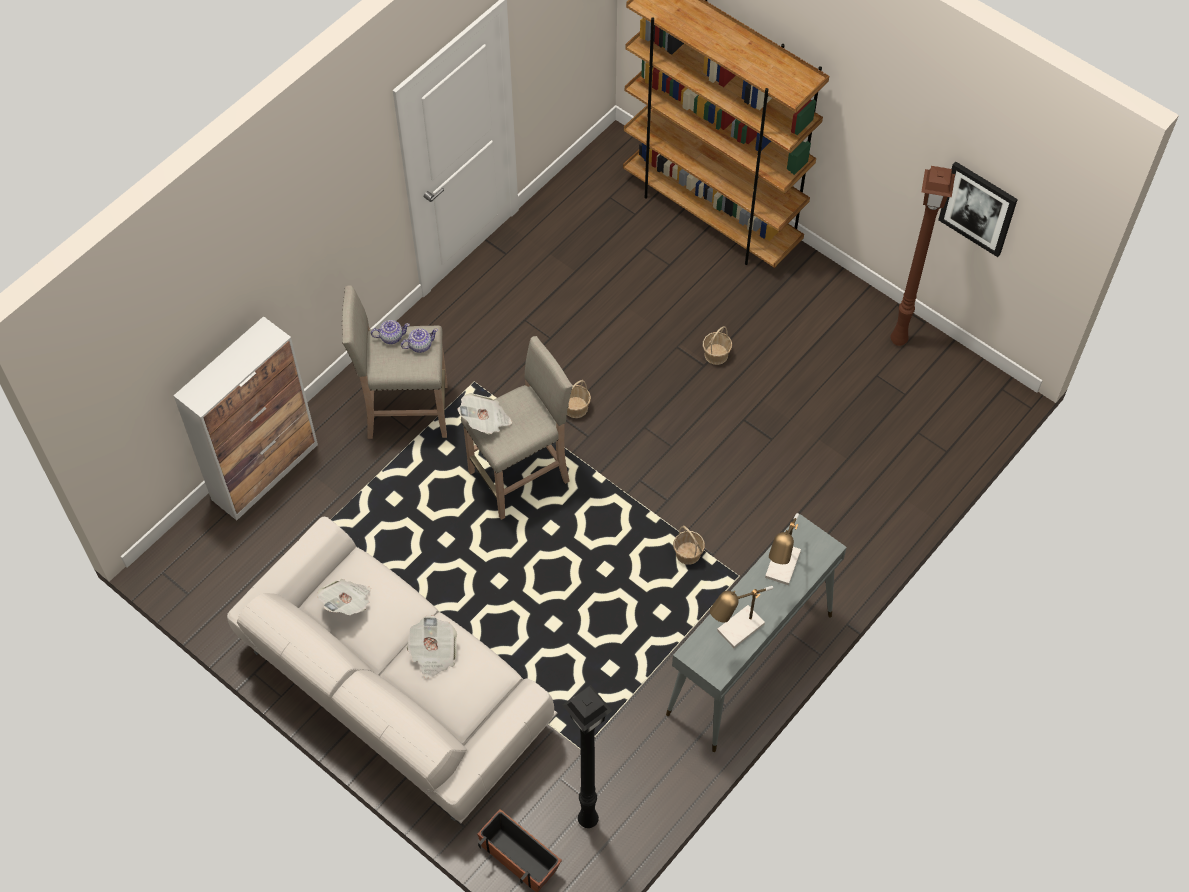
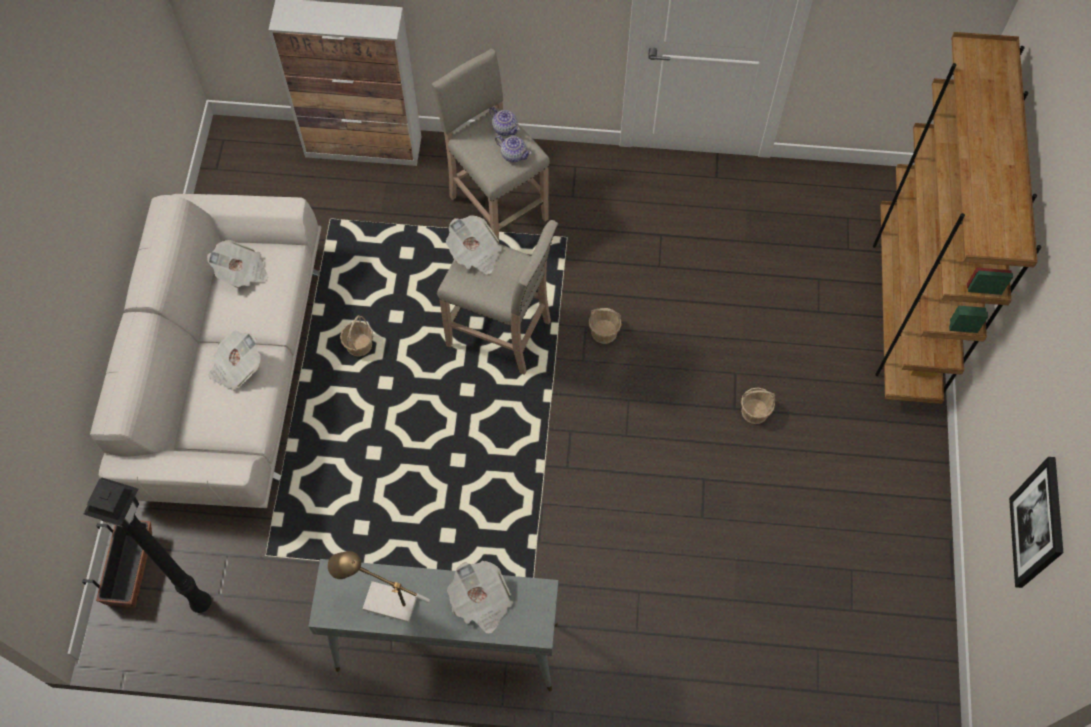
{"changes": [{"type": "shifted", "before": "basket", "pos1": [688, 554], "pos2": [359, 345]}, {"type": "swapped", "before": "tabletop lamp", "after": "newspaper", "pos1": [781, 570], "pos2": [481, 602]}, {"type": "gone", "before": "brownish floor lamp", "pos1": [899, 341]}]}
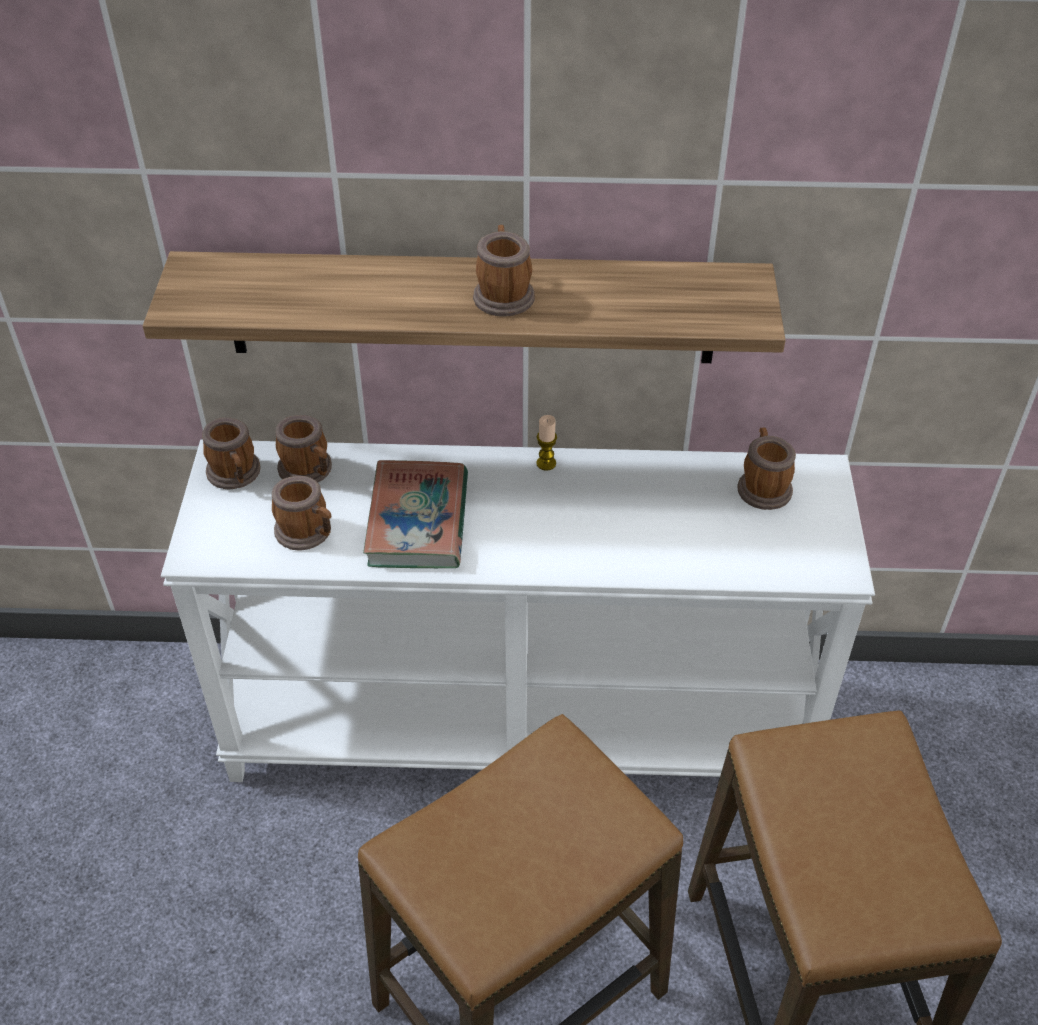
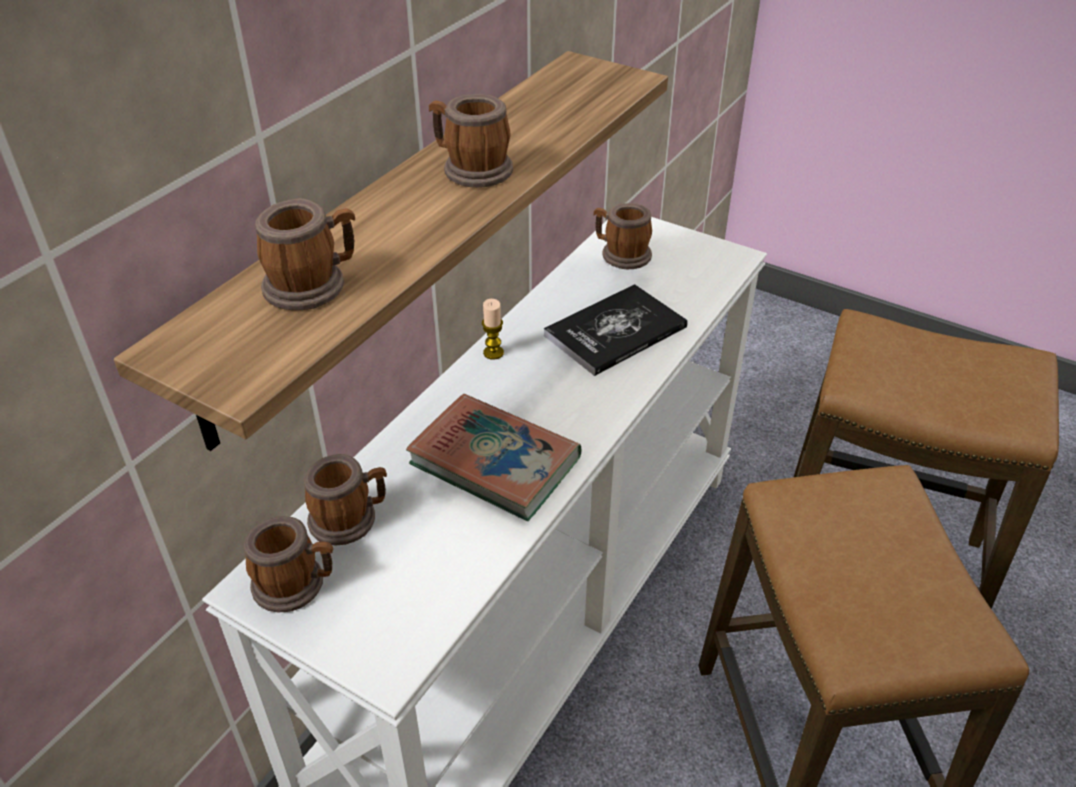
{"changes": [{"type": "shifted", "before": "coffee mug", "pos1": [308, 533], "pos2": [313, 284]}, {"type": "new", "after": "book", "pos2": [615, 331]}]}
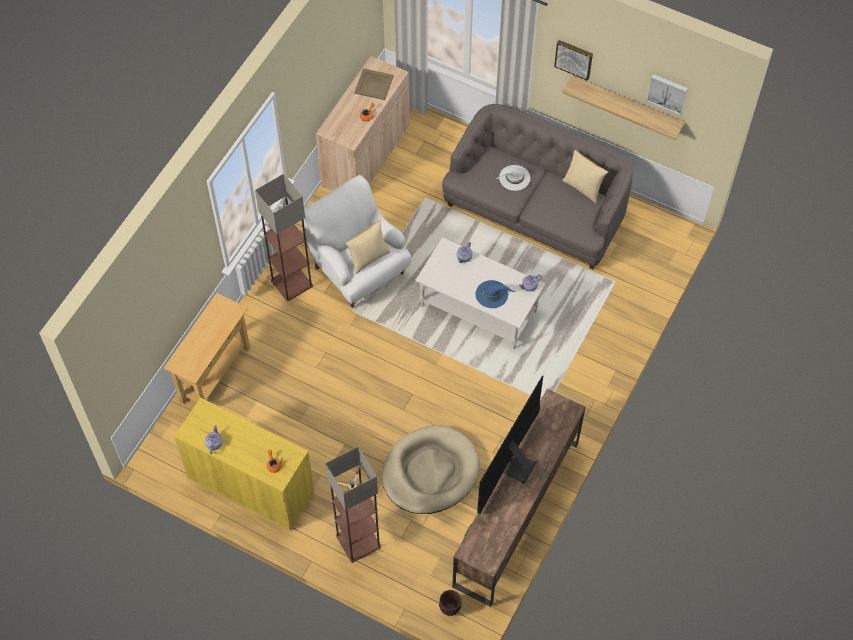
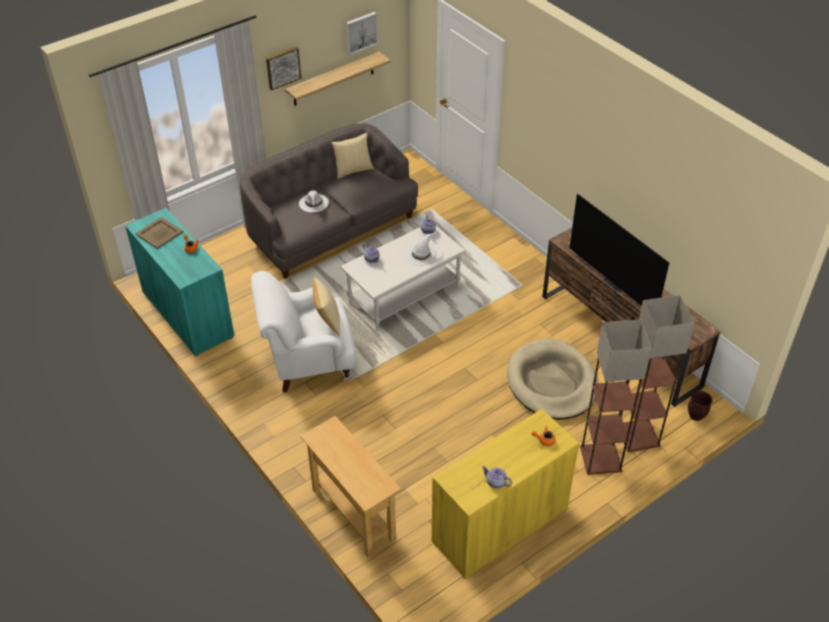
{"changes": [{"type": "shifted", "before": "floor lamp", "pos1": [292, 282], "pos2": [637, 435]}, {"type": "repainted", "before": "beige-coloured cupboard", "after": "turquoise-coloured cupboard", "pos1": [366, 156], "pos2": [188, 314]}, {"type": "repainted", "before": "bluish hat", "after": "white-coloured hat", "pos1": [492, 294], "pos2": [421, 254]}]}
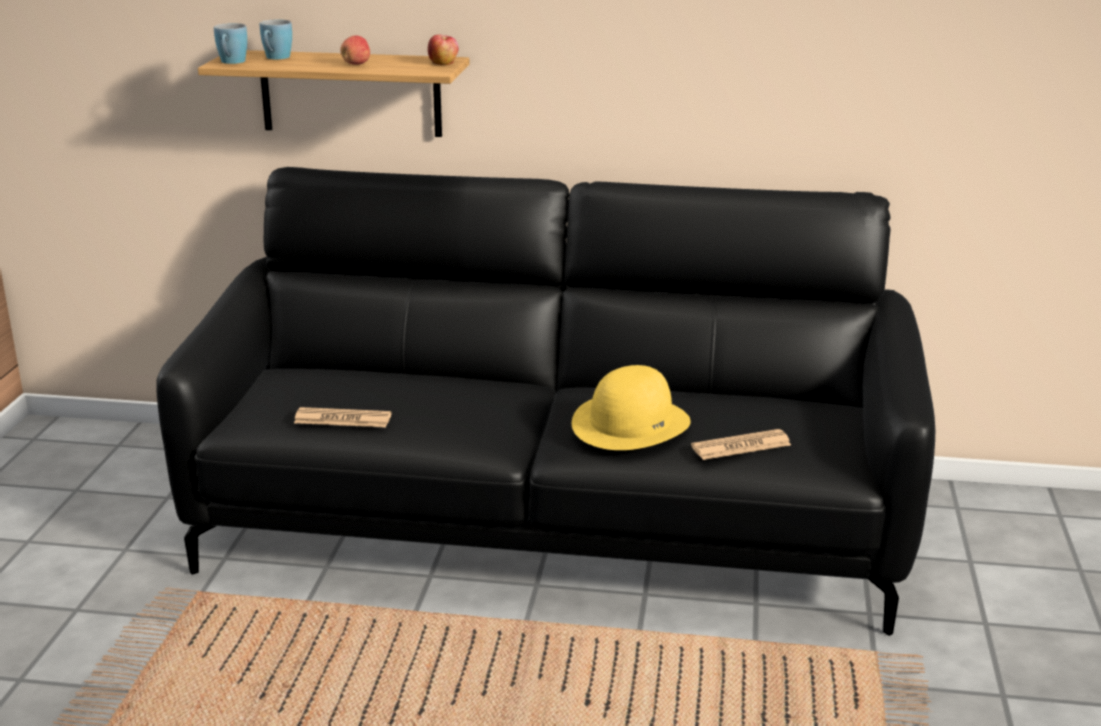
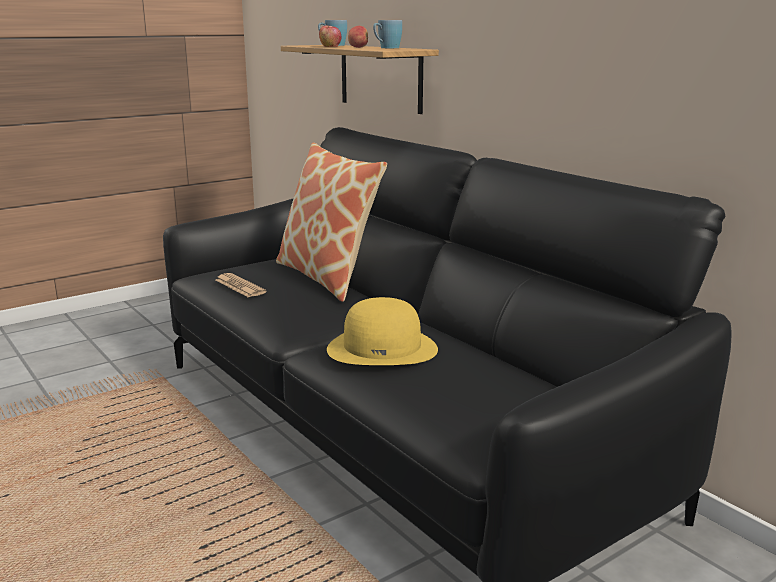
{"changes": [{"type": "shifted", "before": "bluish coffee mug", "pos1": [232, 62], "pos2": [386, 48]}, {"type": "shifted", "before": "whole apple", "pos1": [443, 63], "pos2": [330, 46]}, {"type": "gone", "before": "newspaper", "pos1": [741, 446]}, {"type": "new", "after": "pillow", "pos2": [328, 277]}]}
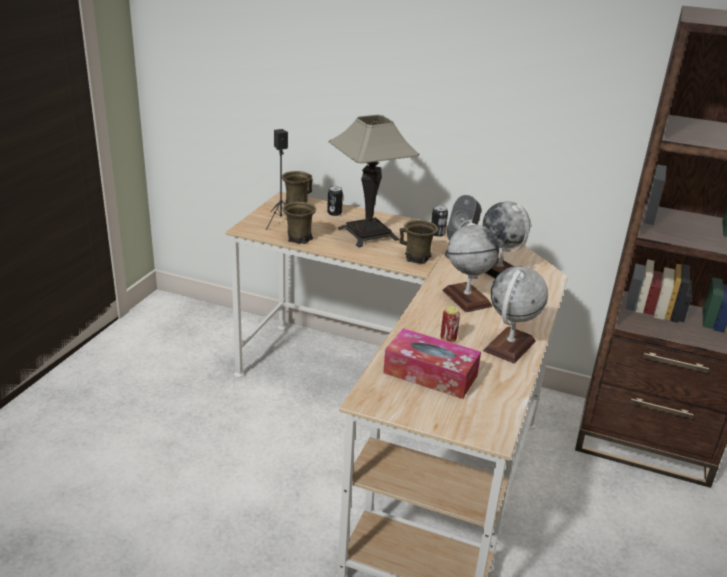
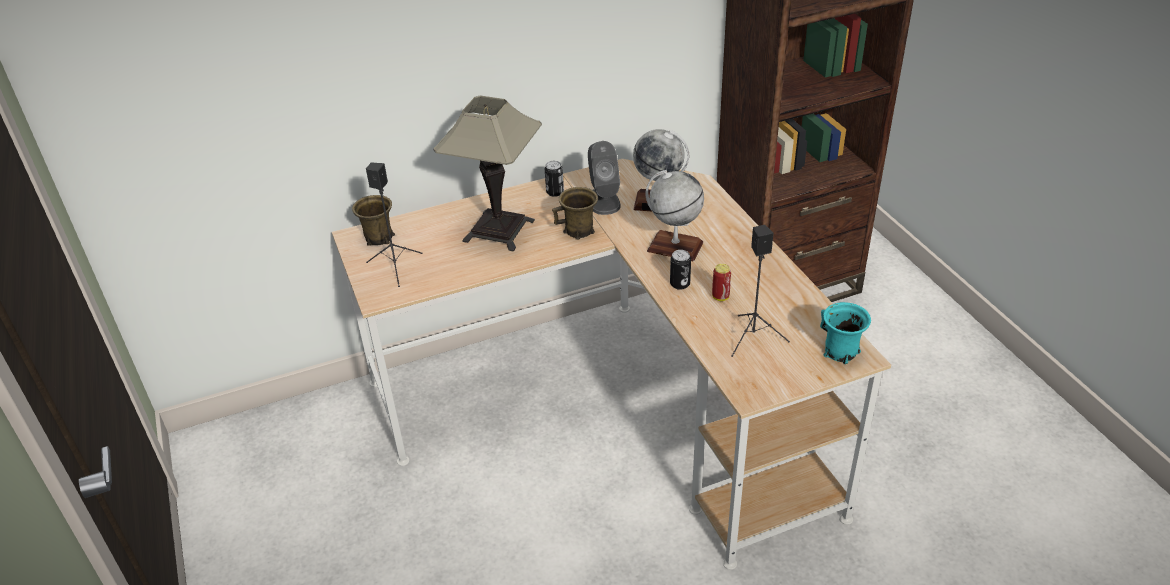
{"changes": [{"type": "gone", "before": "brownish coffee mug", "pos1": [298, 238]}, {"type": "shifted", "before": "metal can", "pos1": [334, 213], "pos2": [680, 284]}, {"type": "swapped", "before": "tissue holder", "after": "blackish speaker", "pos1": [430, 374], "pos2": [754, 337]}, {"type": "gone", "before": "world globe", "pos1": [509, 346]}, {"type": "new", "after": "turquoise-coloured coffee mug", "pos2": [840, 352]}]}
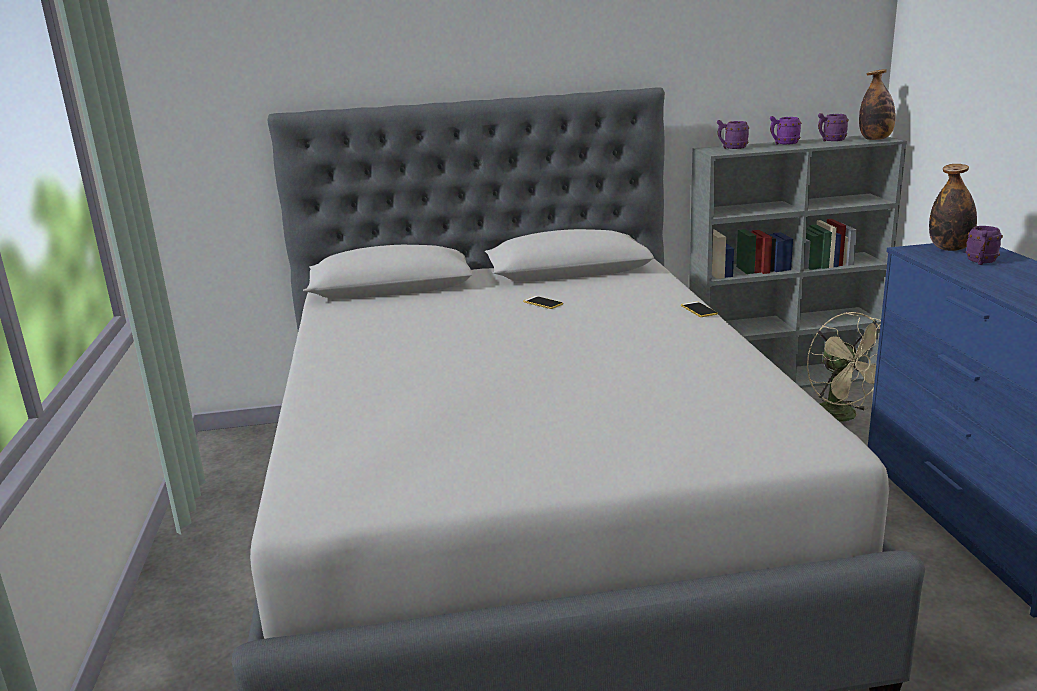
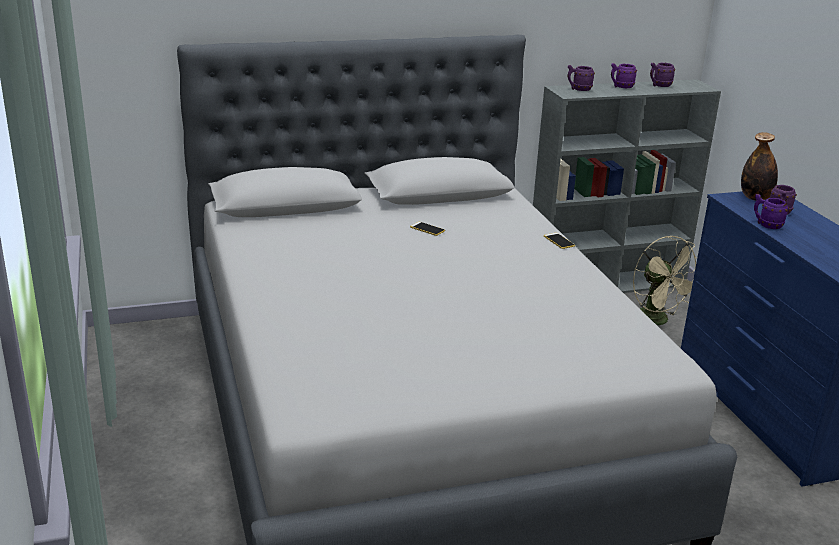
{"changes": [{"type": "gone", "before": "drink bottle", "pos1": [875, 139]}, {"type": "new", "after": "purple coffee mug", "pos2": [766, 225]}]}
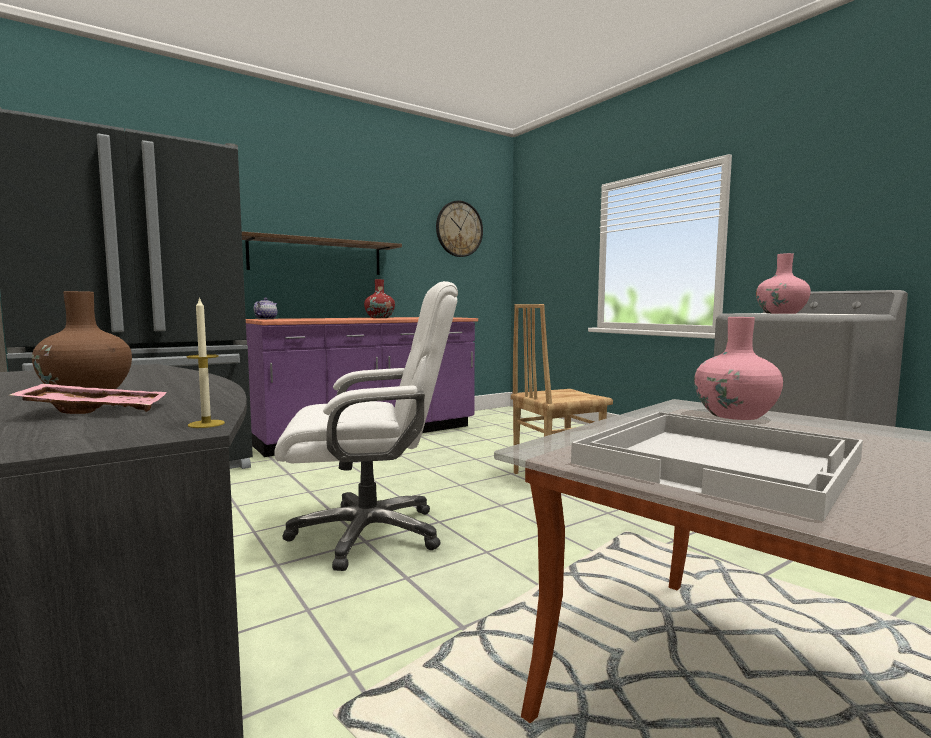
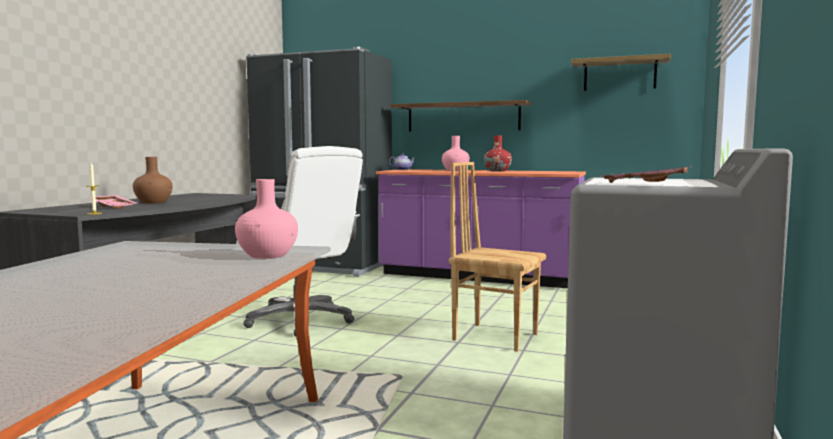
{"changes": [{"type": "swapped", "before": "clock on the wall", "after": "bracket shelf", "pos1": [459, 229], "pos2": [619, 74]}, {"type": "gone", "before": "white-coloured serving tray", "pos1": [720, 461]}, {"type": "shifted", "before": "pinkish vase", "pos1": [781, 313], "pos2": [455, 171]}, {"type": "new", "after": "pinkish serving tray", "pos2": [645, 184]}]}
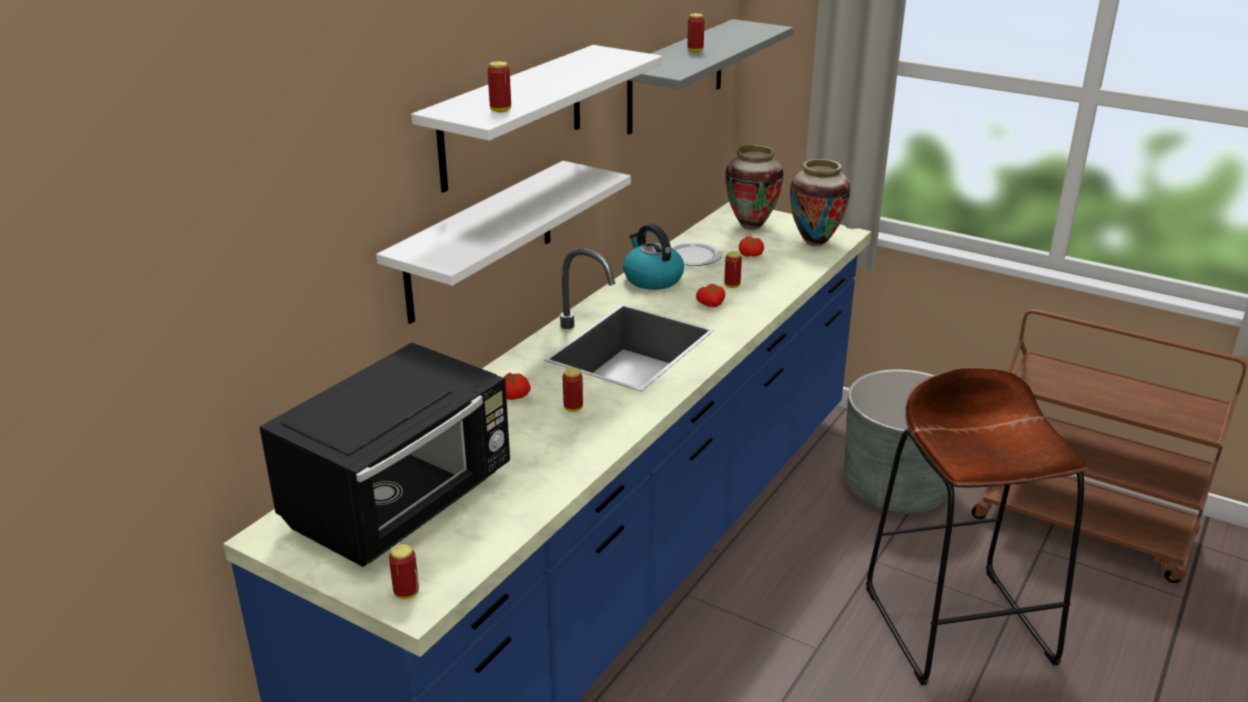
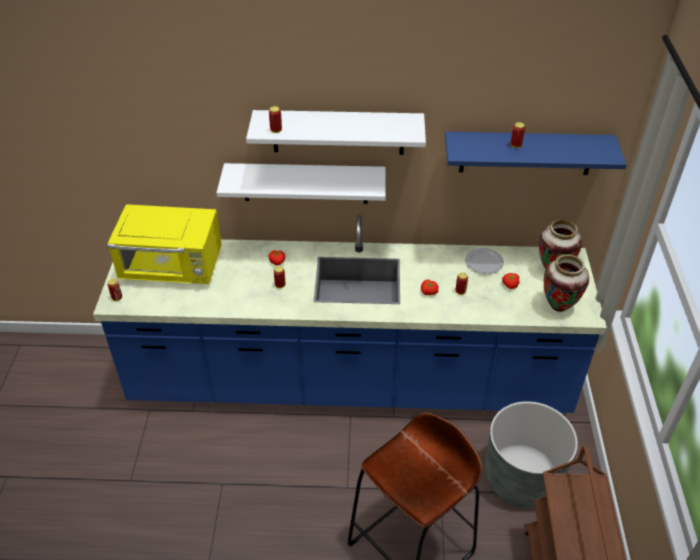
{"changes": [{"type": "repainted", "before": "blackish kitchen microwave", "after": "yellowish kitchen microwave", "pos1": [402, 503], "pos2": [173, 268]}, {"type": "gone", "before": "tea kettle", "pos1": [652, 279]}, {"type": "repainted", "before": "greyish bracket shelf", "after": "bluish bracket shelf", "pos1": [676, 76], "pos2": [526, 153]}]}
